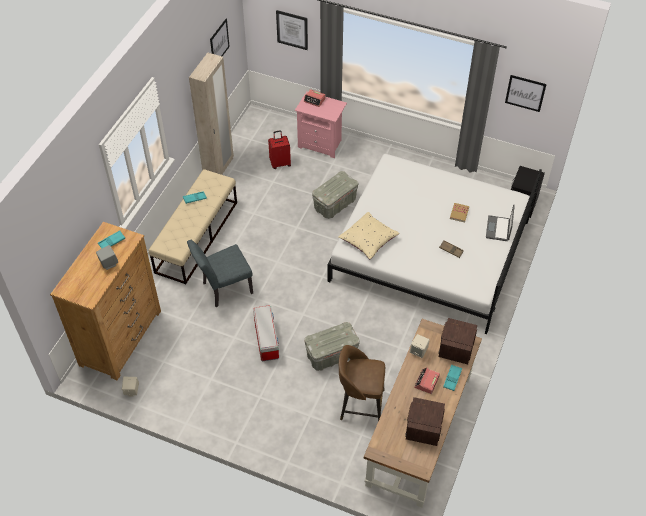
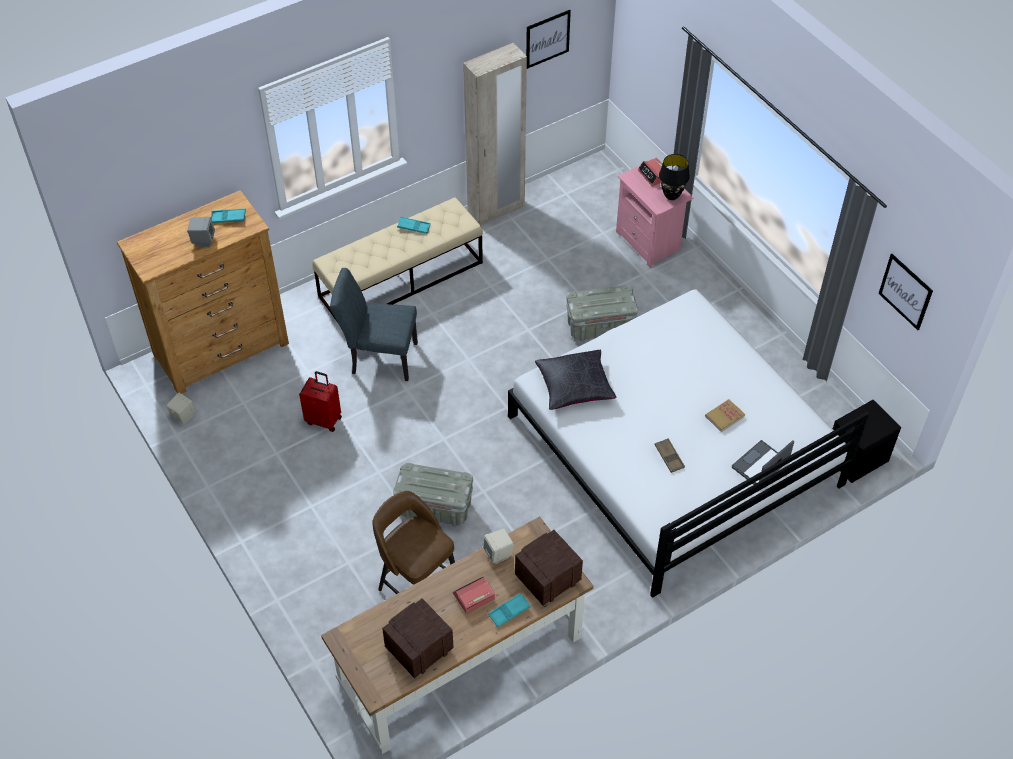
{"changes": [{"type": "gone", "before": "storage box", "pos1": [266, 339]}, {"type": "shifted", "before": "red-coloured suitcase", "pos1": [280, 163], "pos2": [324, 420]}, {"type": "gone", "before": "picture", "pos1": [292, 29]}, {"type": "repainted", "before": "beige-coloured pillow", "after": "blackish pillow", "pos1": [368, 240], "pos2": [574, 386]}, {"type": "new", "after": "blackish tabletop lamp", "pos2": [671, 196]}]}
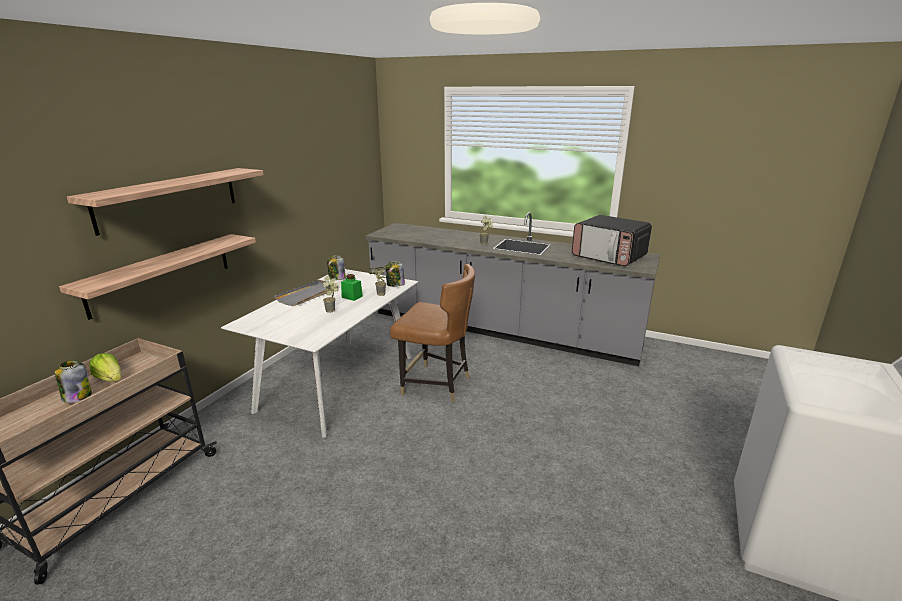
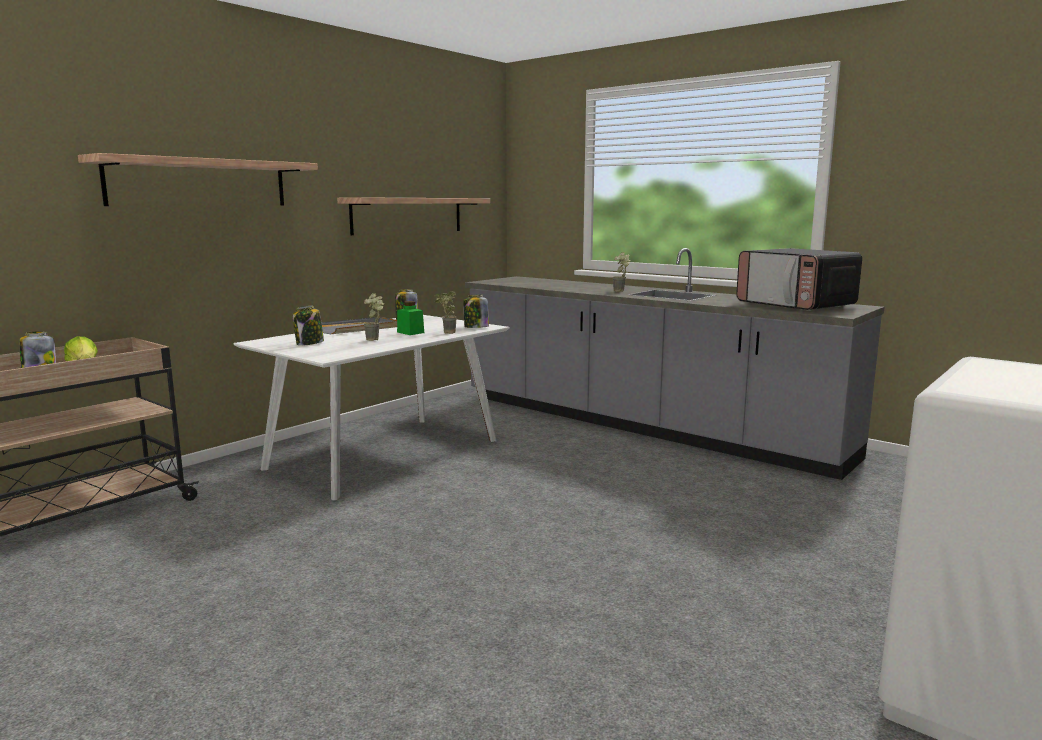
{"changes": [{"type": "shifted", "before": "bracket shelf", "pos1": [162, 273], "pos2": [408, 215]}, {"type": "gone", "before": "brownish chair", "pos1": [436, 384]}, {"type": "new", "after": "storage jar", "pos2": [309, 343]}]}
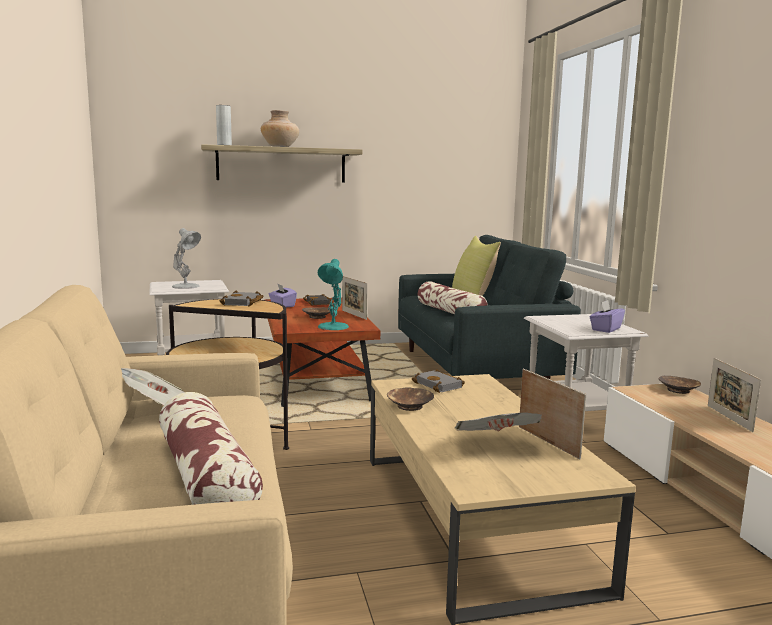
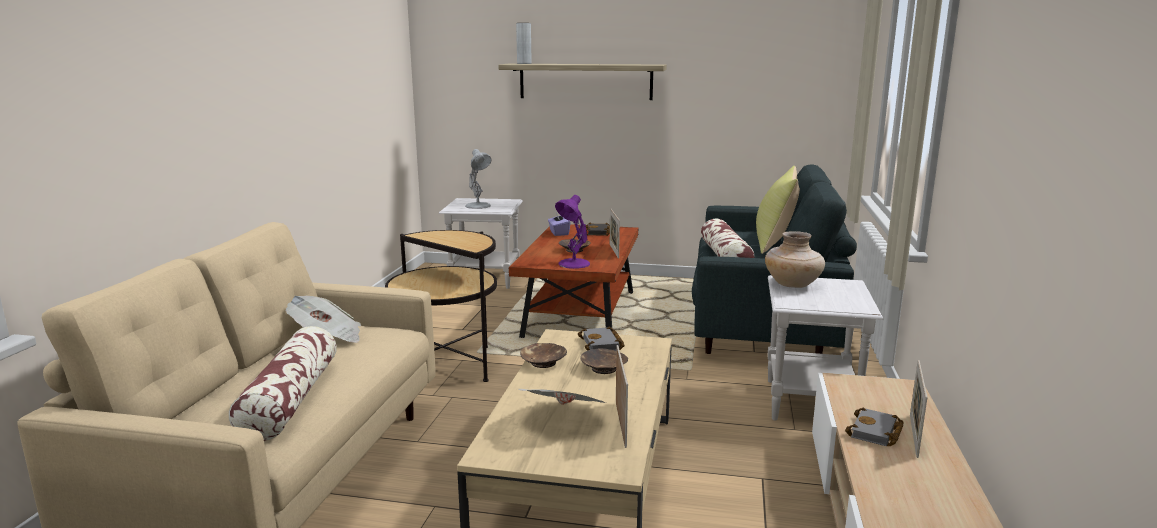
{"changes": [{"type": "shifted", "before": "greyish book", "pos1": [243, 303], "pos2": [876, 433]}, {"type": "shifted", "before": "beige-coloured vase", "pos1": [280, 147], "pos2": [793, 285]}, {"type": "repainted", "before": "turquoise-coloured tabletop lamp", "after": "purple tabletop lamp", "pos1": [333, 327], "pos2": [573, 264]}, {"type": "gone", "before": "purple tissue holder", "pos1": [605, 329]}, {"type": "shifted", "before": "brownish bowl", "pos1": [678, 390], "pos2": [603, 369]}]}
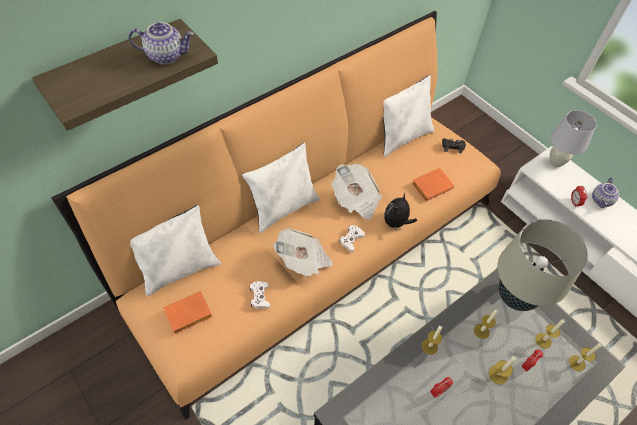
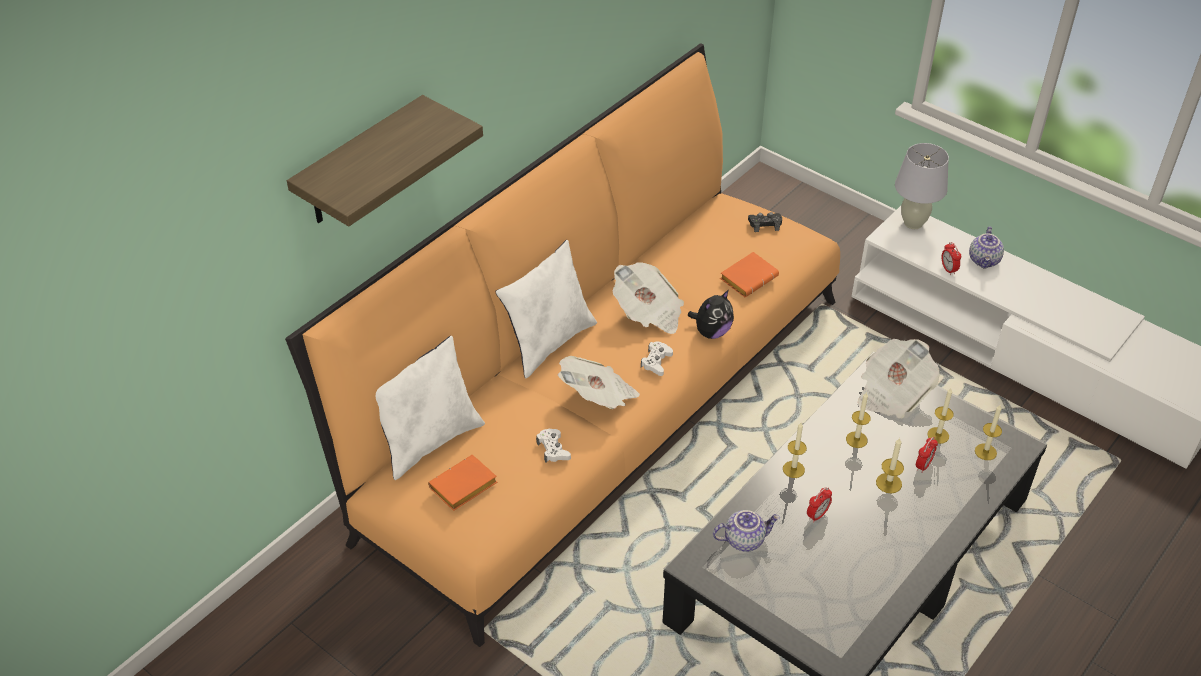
{"changes": [{"type": "shifted", "before": "tea pot", "pos1": [166, 55], "pos2": [744, 539]}, {"type": "gone", "before": "white-coloured pillow", "pos1": [402, 137]}, {"type": "rotated", "before": "cuddly toy", "pos1": [396, 223], "pos2": [711, 332], "turn": -150}, {"type": "swapped", "before": "beige-coloured tabletop lamp", "after": "newspaper", "pos1": [515, 297], "pos2": [892, 393]}]}
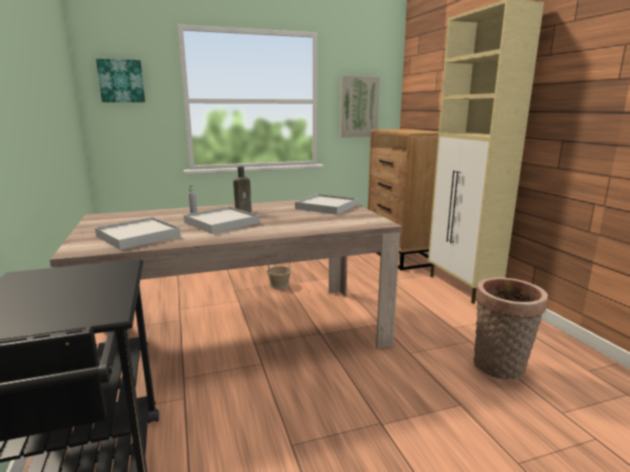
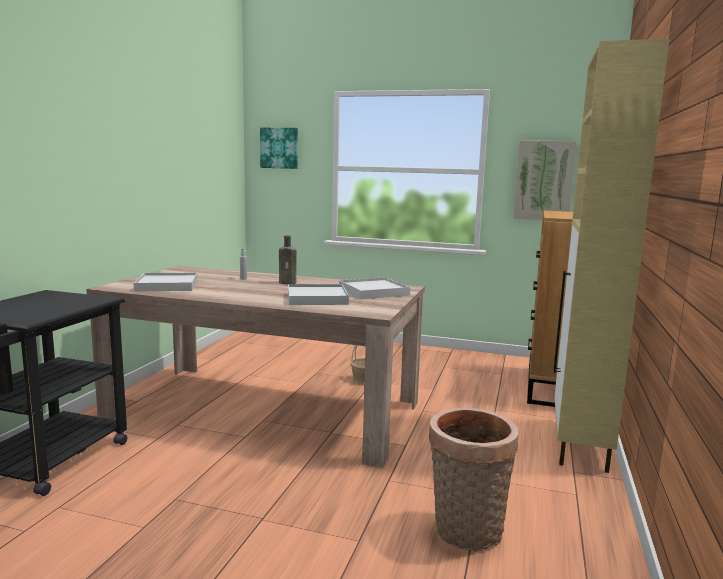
{"changes": [{"type": "shifted", "before": "white-coloured serving tray", "pos1": [221, 223], "pos2": [317, 298]}]}
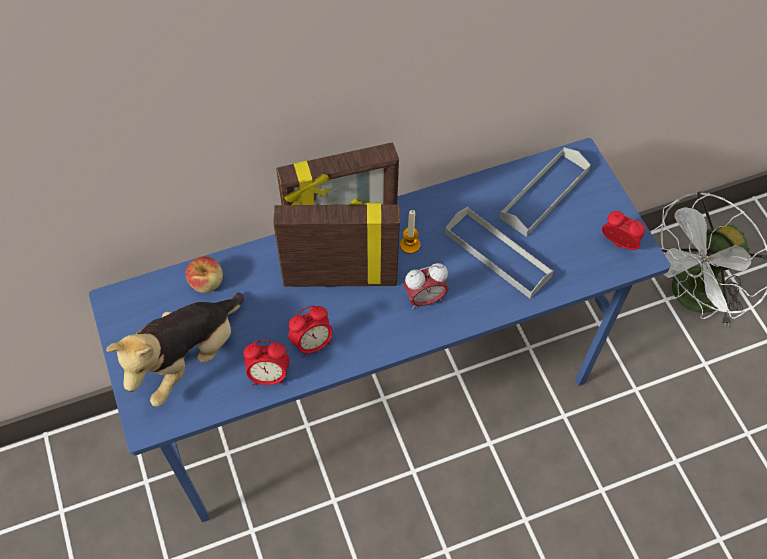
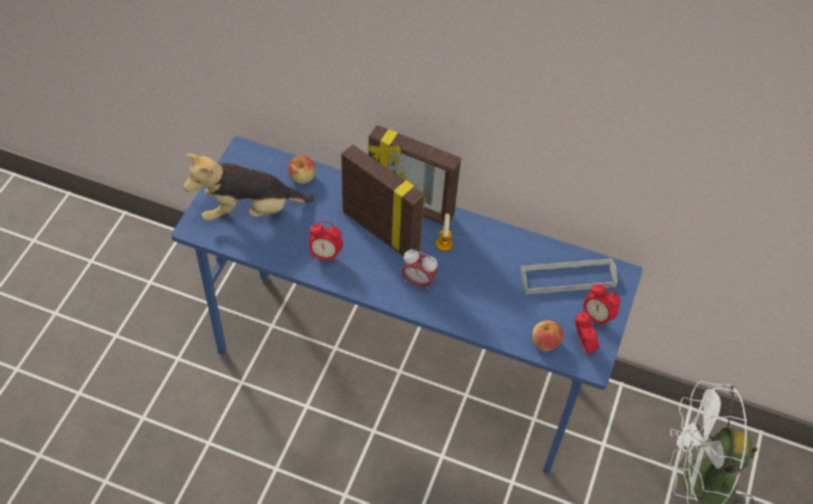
{"changes": [{"type": "shifted", "before": "bedside clock", "pos1": [269, 376], "pos2": [596, 317]}, {"type": "gone", "before": "greyish serving tray", "pos1": [497, 254]}, {"type": "new", "after": "whole apple", "pos2": [545, 342]}]}
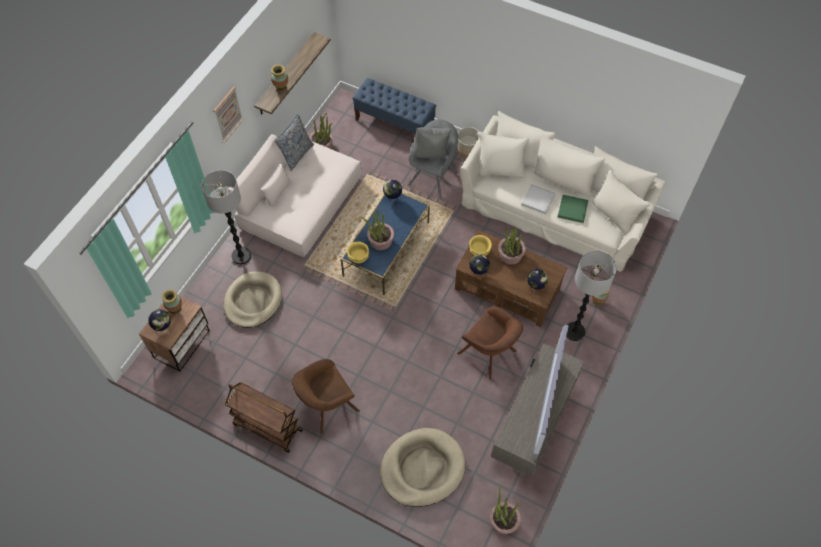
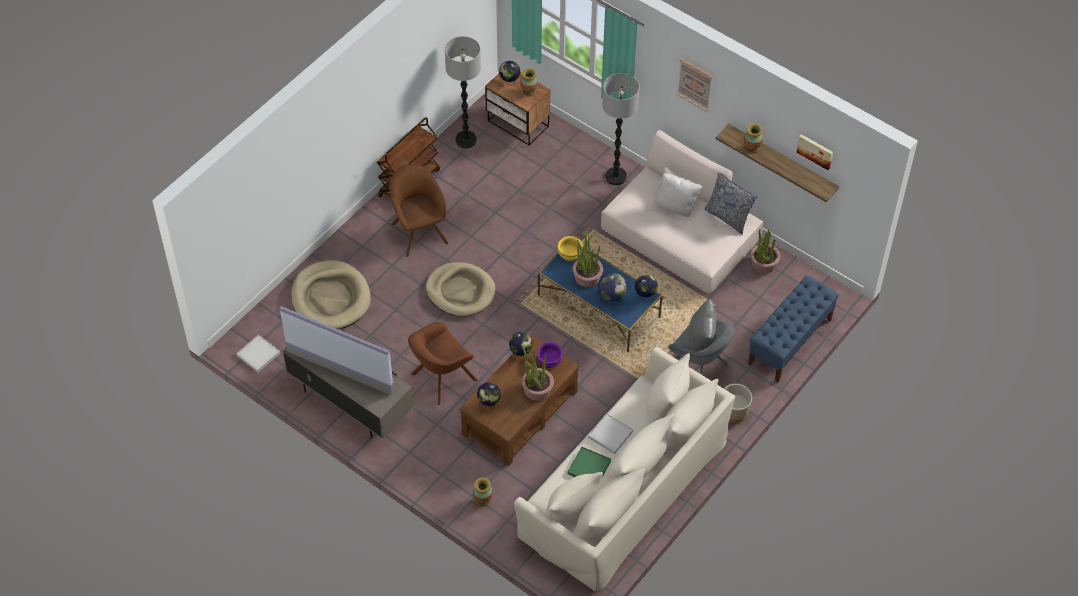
{"changes": [{"type": "shifted", "before": "beige-coloured dog cushion", "pos1": [253, 301], "pos2": [460, 291]}, {"type": "repainted", "before": "yellowish bowl", "after": "purple bowl", "pos1": [479, 250], "pos2": [549, 361]}, {"type": "swapped", "before": "houseplant", "after": "white-coloured serving tray", "pos1": [503, 521], "pos2": [258, 354]}, {"type": "shifted", "before": "floor lamp", "pos1": [574, 331], "pos2": [466, 140]}, {"type": "new", "after": "world globe", "pos2": [611, 295]}, {"type": "new", "after": "white-coloured pillow", "pos2": [675, 207]}, {"type": "new", "after": "picture", "pos2": [815, 151]}]}
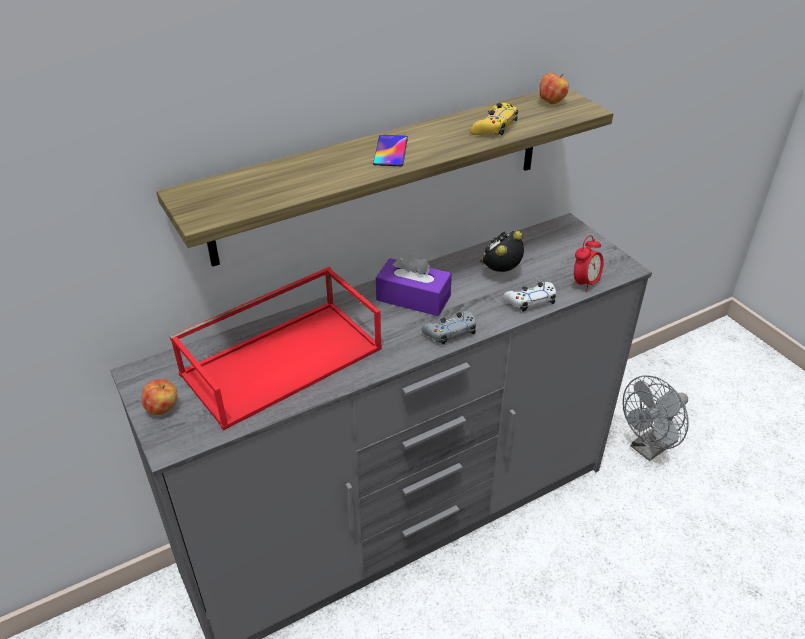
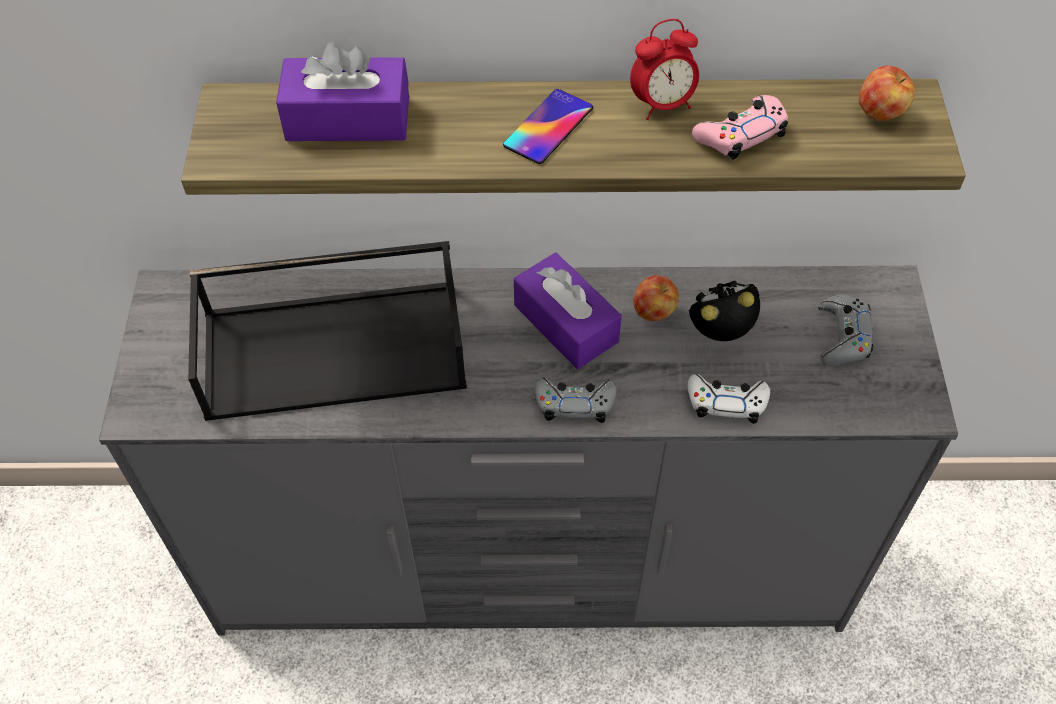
{"changes": [{"type": "shifted", "before": "whole apple", "pos1": [163, 408], "pos2": [654, 312]}, {"type": "repainted", "before": "red-coloured serving tray", "after": "blackish serving tray", "pos1": [283, 359], "pos2": [336, 347]}, {"type": "repainted", "before": "yellowish joypad", "after": "pinkish joypad", "pos1": [494, 127], "pos2": [741, 135]}, {"type": "shifted", "before": "bedside clock", "pos1": [585, 283], "pos2": [662, 105]}, {"type": "gone", "before": "greyish electric fan", "pos1": [648, 448]}, {"type": "new", "after": "purple tissue holder", "pos2": [348, 119]}, {"type": "new", "after": "greyish joypad", "pos2": [842, 336]}]}
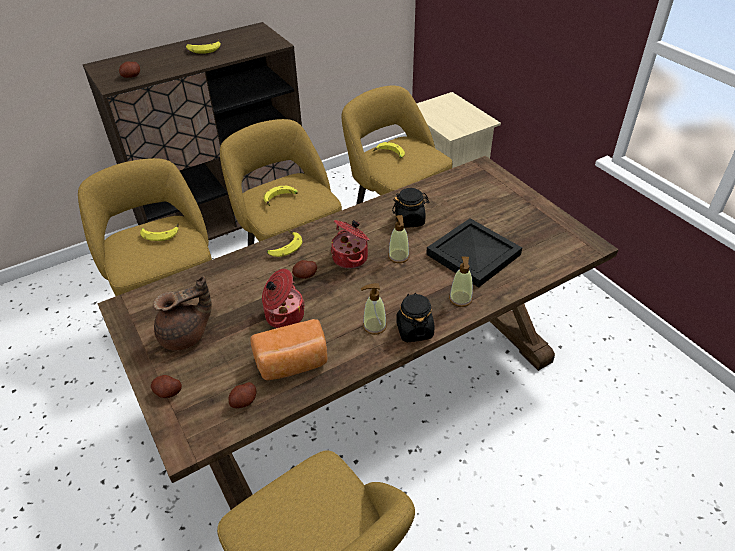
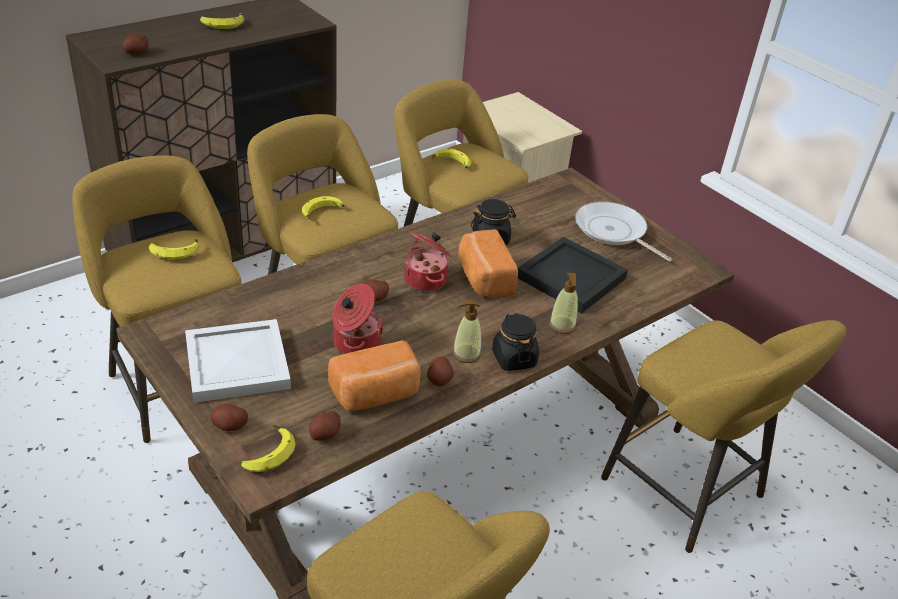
{"changes": [{"type": "swapped", "before": "brownish tea pot", "after": "white-coloured serving tray", "pos1": [186, 336], "pos2": [239, 364]}, {"type": "shifted", "before": "banana", "pos1": [284, 247], "pos2": [266, 453]}, {"type": "swapped", "before": "soap bottle", "after": "bread", "pos1": [398, 256], "pos2": [483, 279]}, {"type": "new", "after": "whole potato", "pos2": [439, 380]}, {"type": "new", "after": "pan", "pos2": [613, 232]}, {"type": "new", "after": "yellowish sitting stool", "pos2": [689, 494]}]}
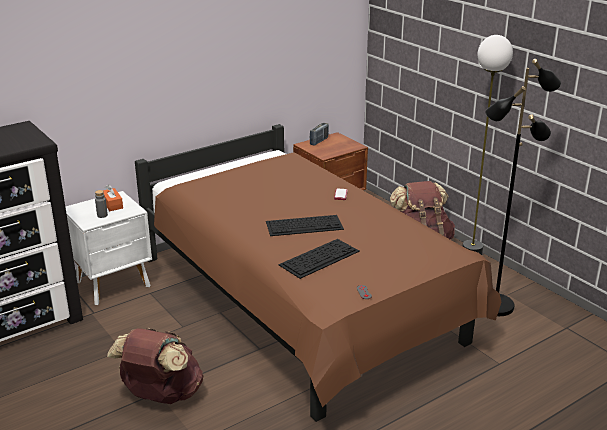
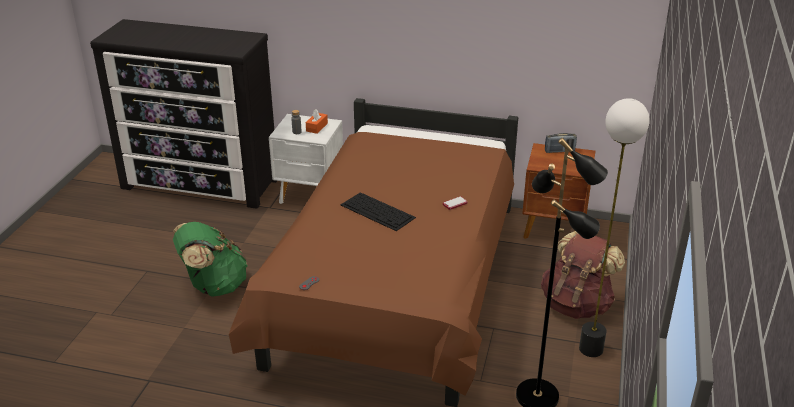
{"changes": [{"type": "repainted", "before": "brownish rucksack", "after": "green-coloured rucksack", "pos1": [161, 395], "pos2": [214, 286]}, {"type": "gone", "before": "keyboard", "pos1": [320, 257]}]}
